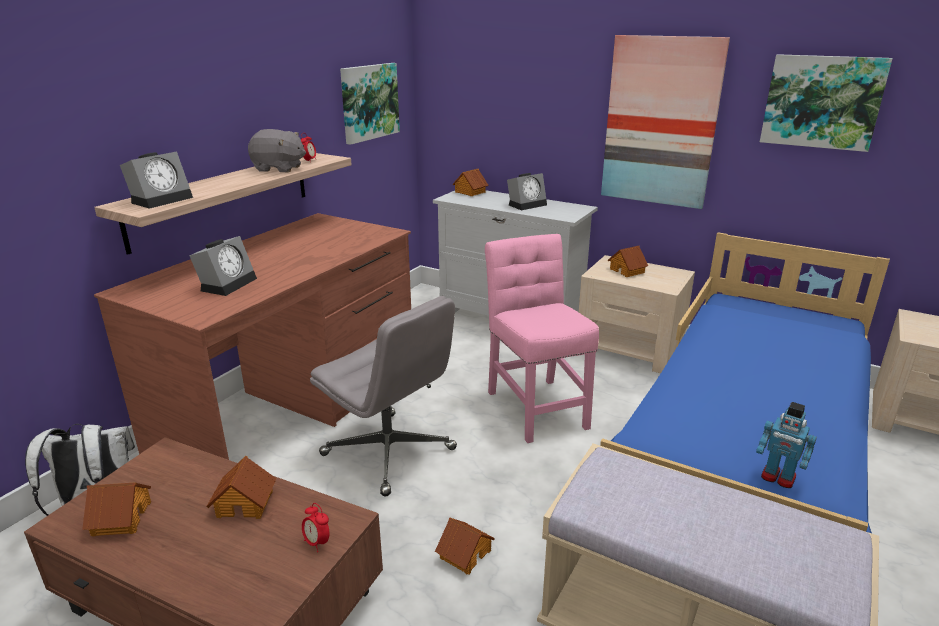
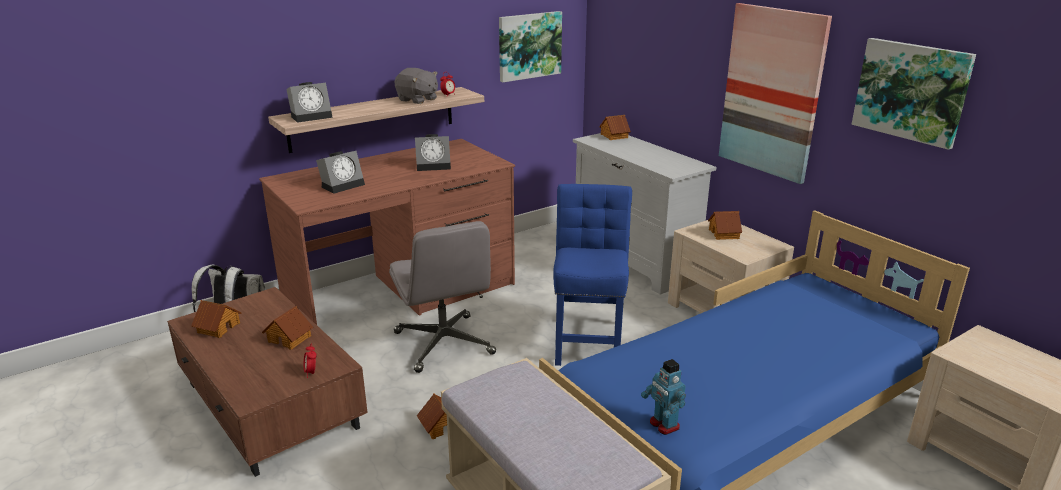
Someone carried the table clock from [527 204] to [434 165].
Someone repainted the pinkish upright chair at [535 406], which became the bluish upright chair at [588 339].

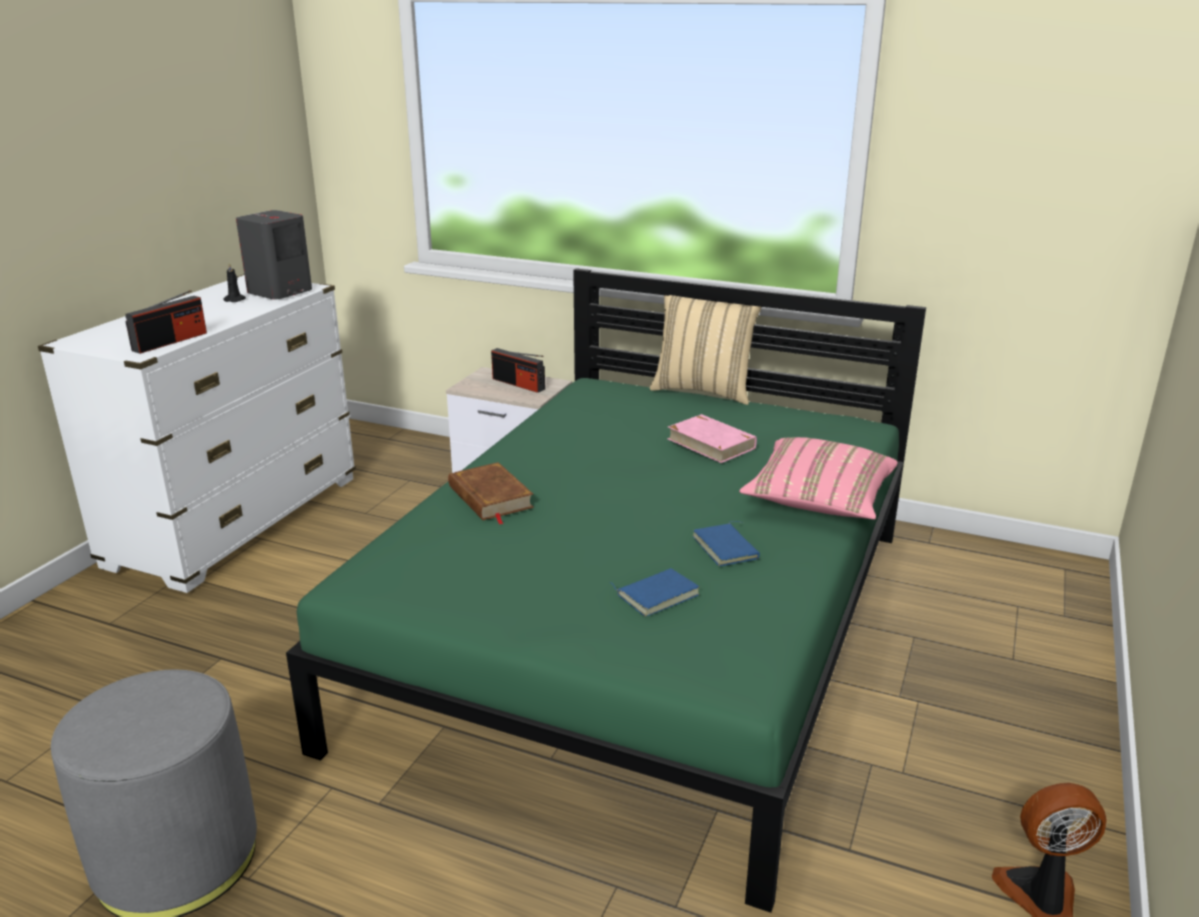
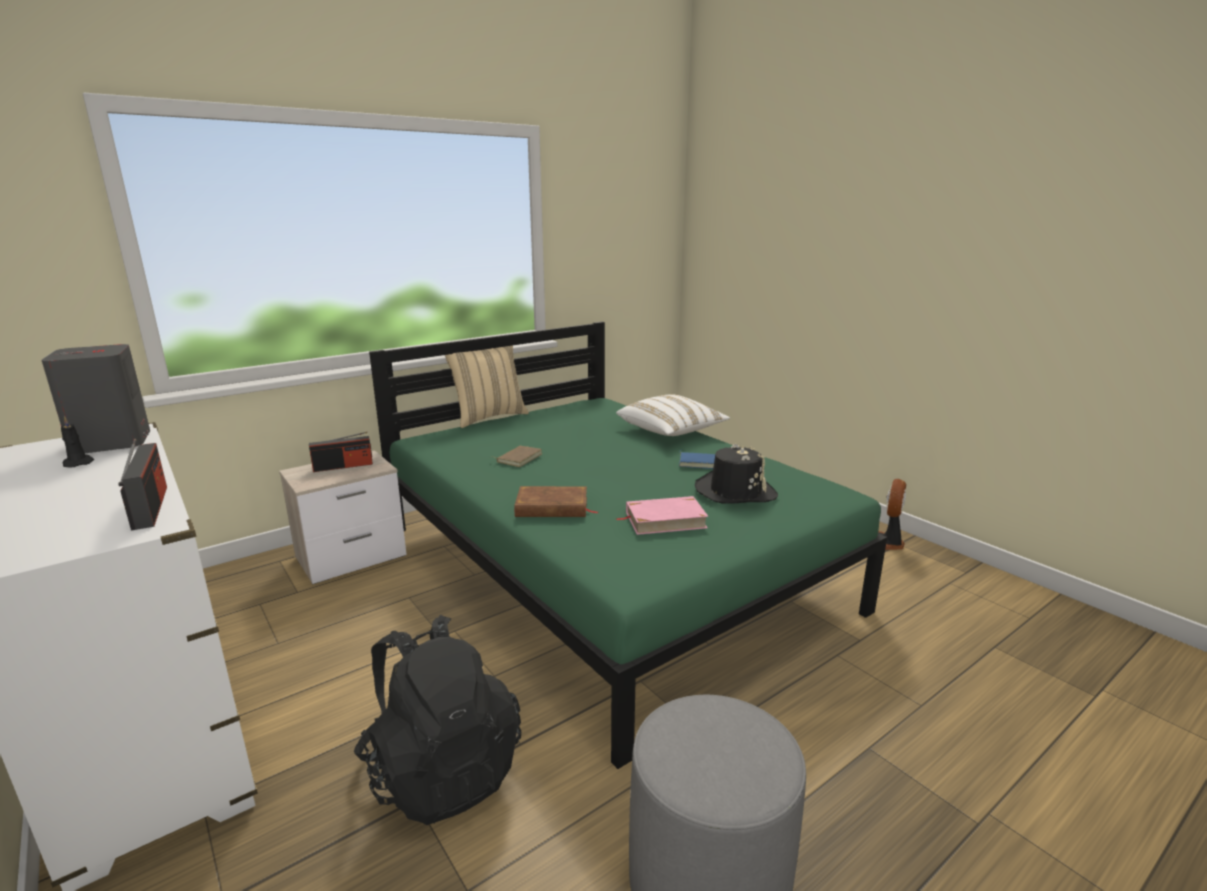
Someone carried the pinkish book from [711 443] to [665 520].
Someone repainted the pinkish pillow at [818 501], which became the whitish pillow at [671 431].
Someone swapped the bluish book at [656 594] for the black wearable hat at [735 491].
Someone put down the brownish book at [518 458].
Someone put down the black rucksack at [441 770].

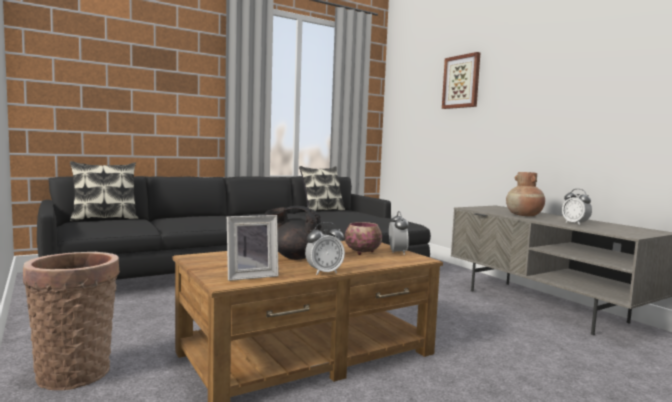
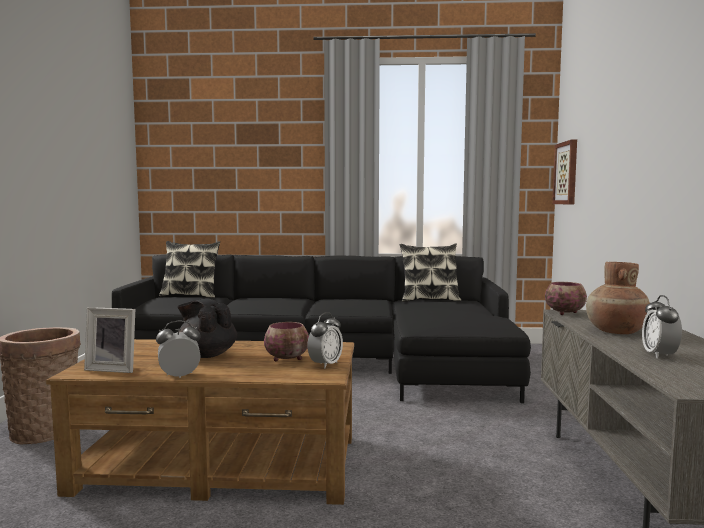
Someone carried the wall picture from [461 82] to [566 173].
Someone rotated the table clock at [324 272] by 150 degrees clockwise.
Someone put down the deep dish at [565 313].

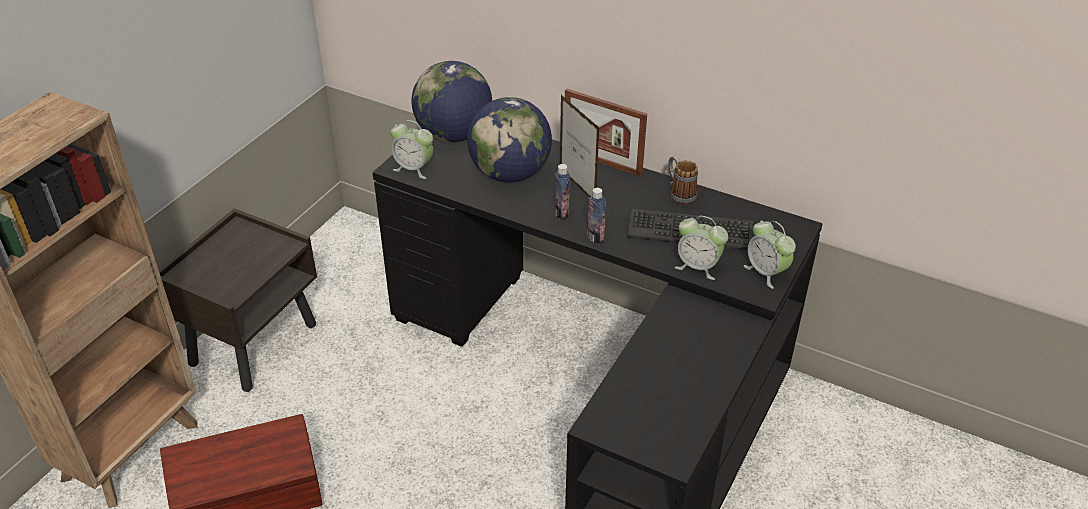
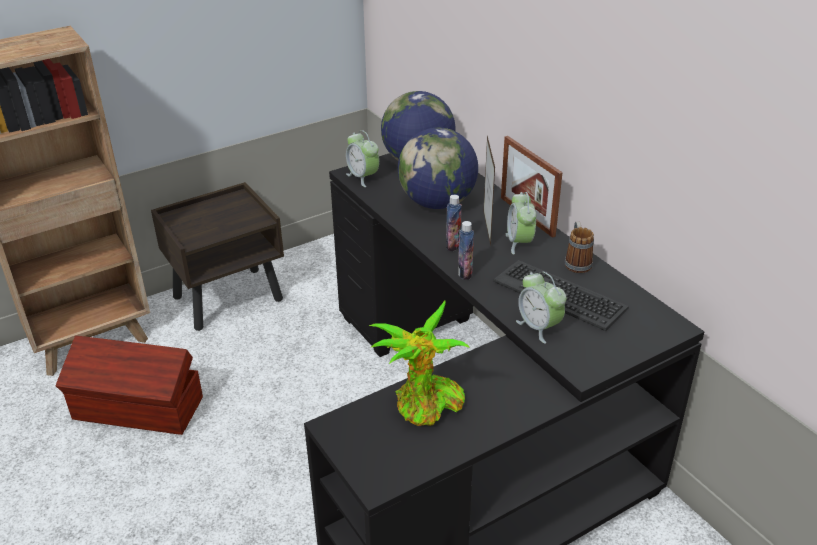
Someone carried the table clock from [766 272] to [519 243].
Someone put down the potted plant at [425 407].

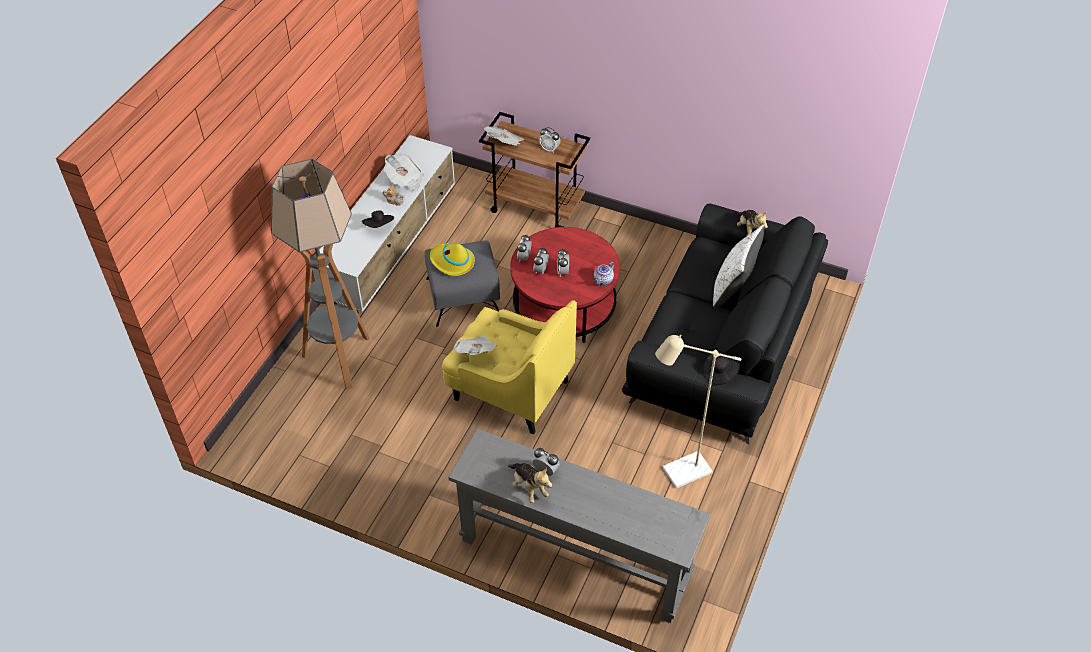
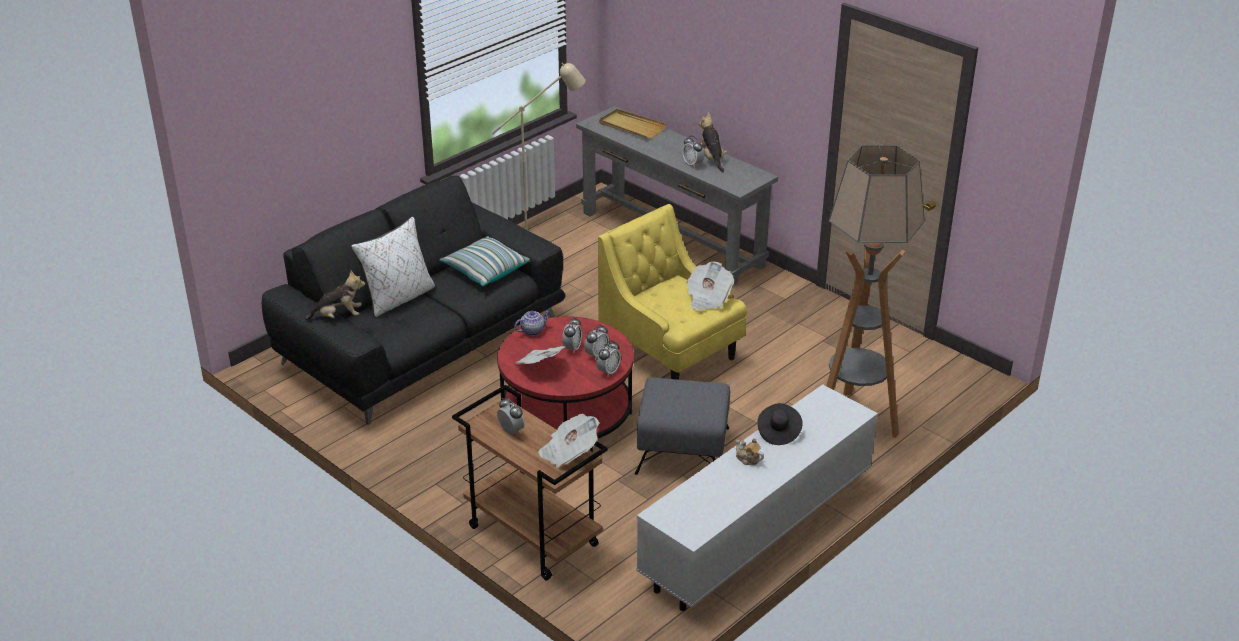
Someone carried the newspaper from [405 180] to [540 366].
Someone rotated the soft toy at [749 231] by 75 degrees clockwise.
Someone took away the yellow wearable hat at [452 262].
Someone took away the black wearable hat at [719 373].
Someone put down the sand-coloured tray at [631 126].
Someone put down the pillow at [485 271].

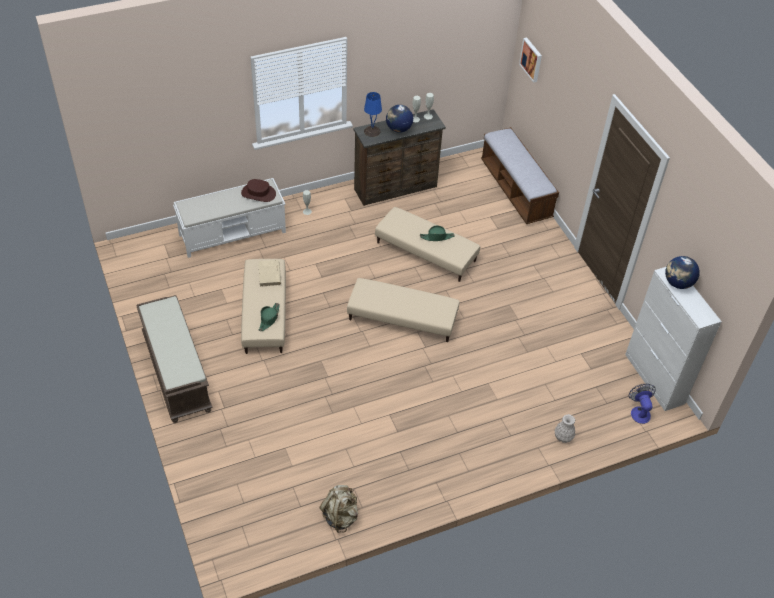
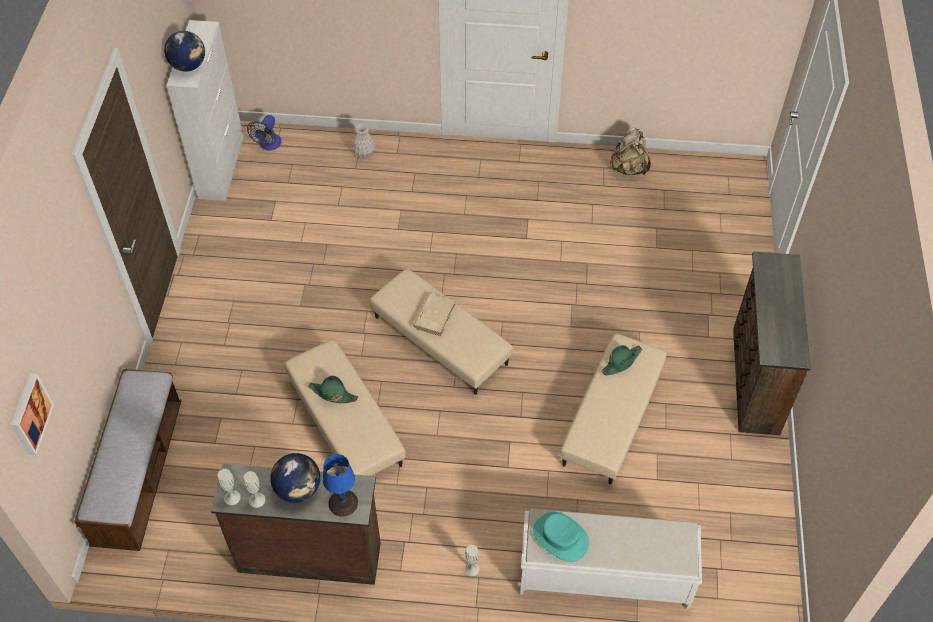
Someone repainted the brownish wearable hat at [258 193], which became the blue-green wearable hat at [560 537].
Someone carried the sand-coloured book from [269 274] to [434 315].
Someone swapped the brownish long seat at [176 372] for the brownish chest of drawers at [753 380].

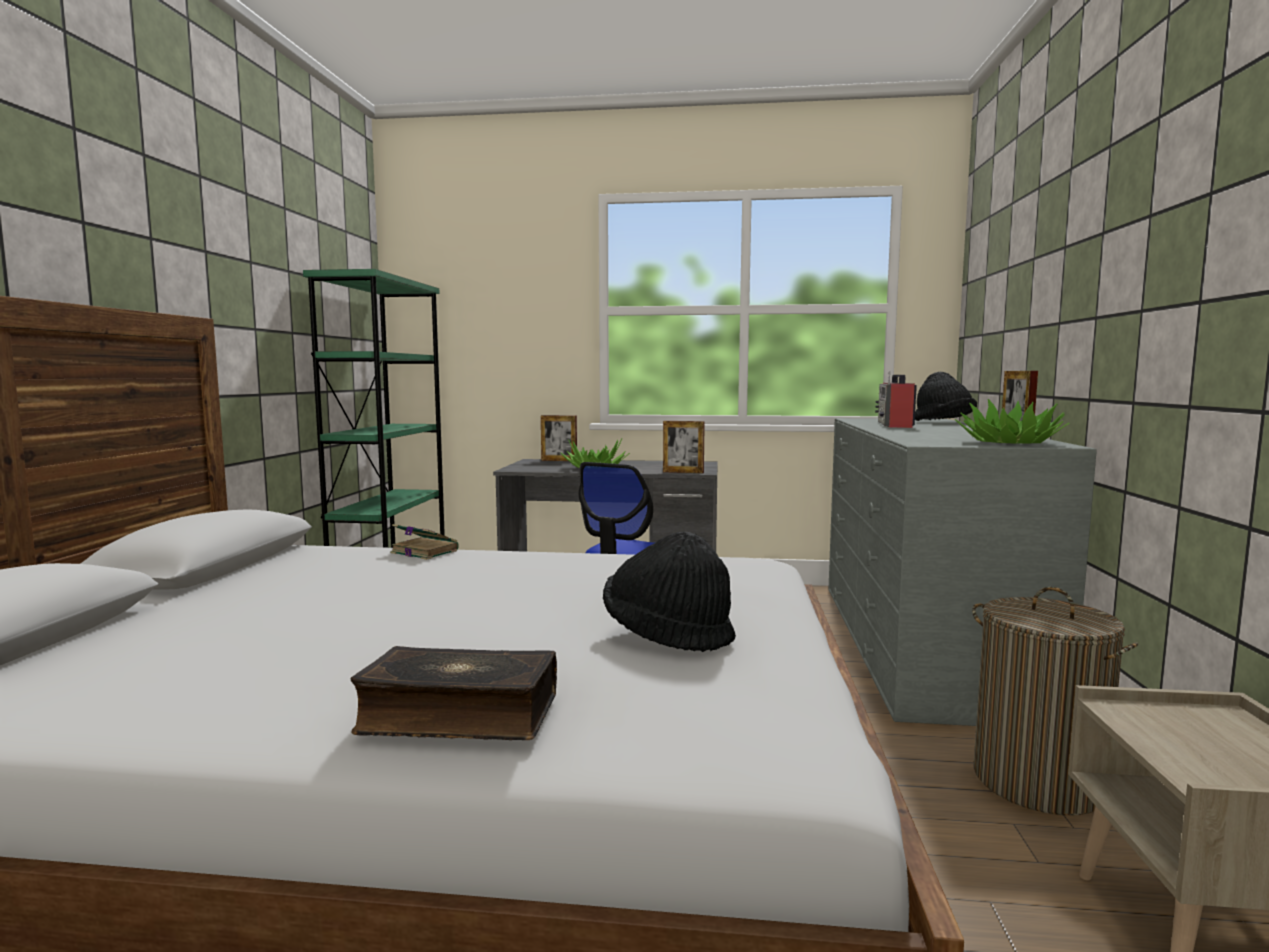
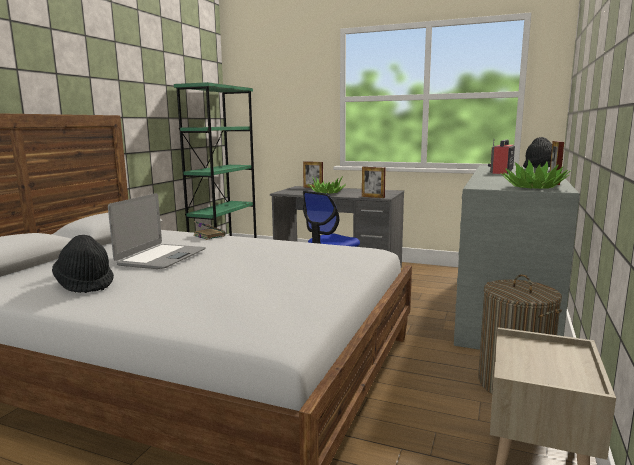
Someone carried the black wearable hat from [667 635] to [85 284].
Someone took away the book at [459 714].
Someone put down the laptop at [161 257].

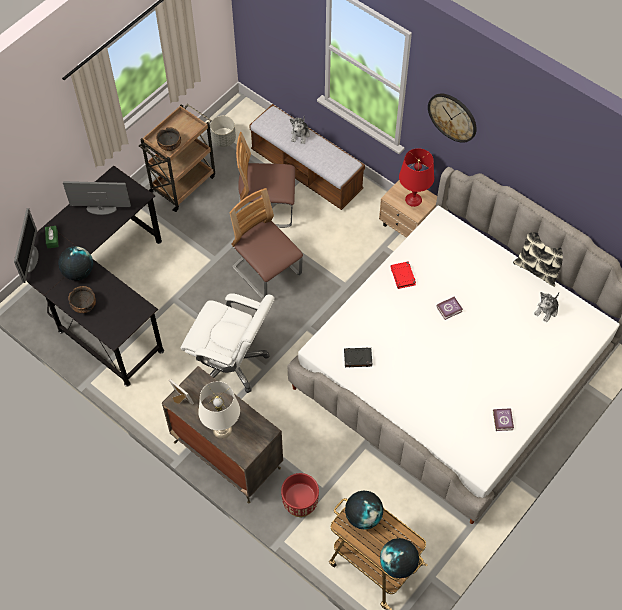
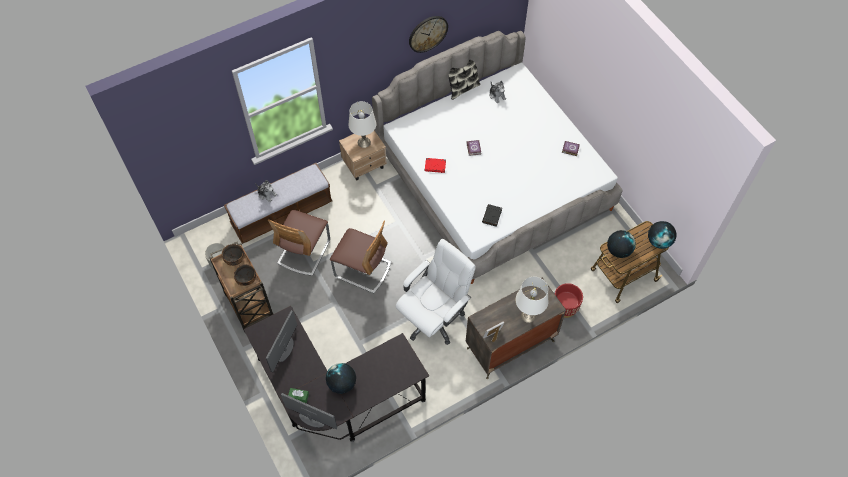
Someone carried the hanging clock from [452 117] to [428 33].
Someone repainted the red-coloured table lamp at [413 199], which became the whitish table lamp at [363 142].
Someone rotated the upright chair at [267 271] by 135 degrees counterclockwise.
Someone carried the deep dish from [84 306] to [235 260].

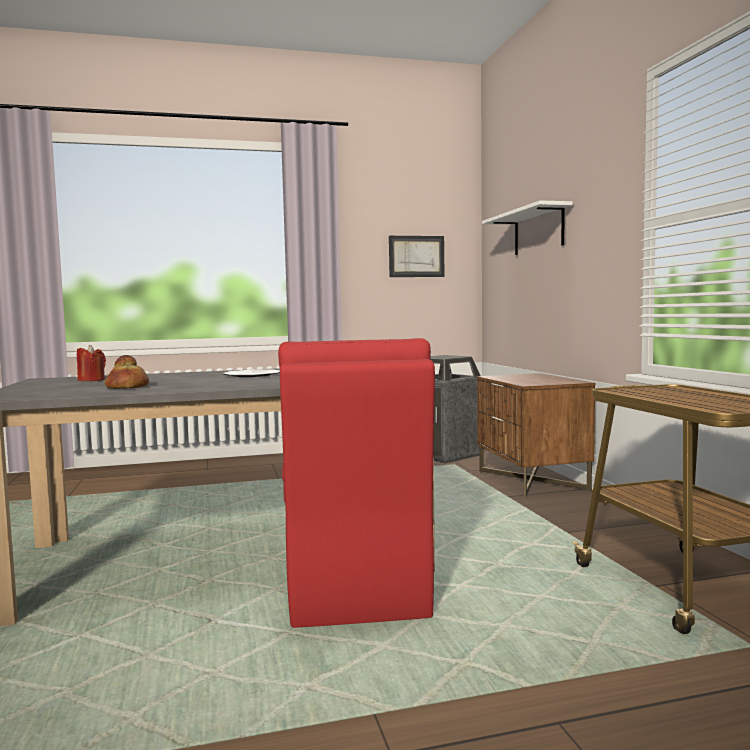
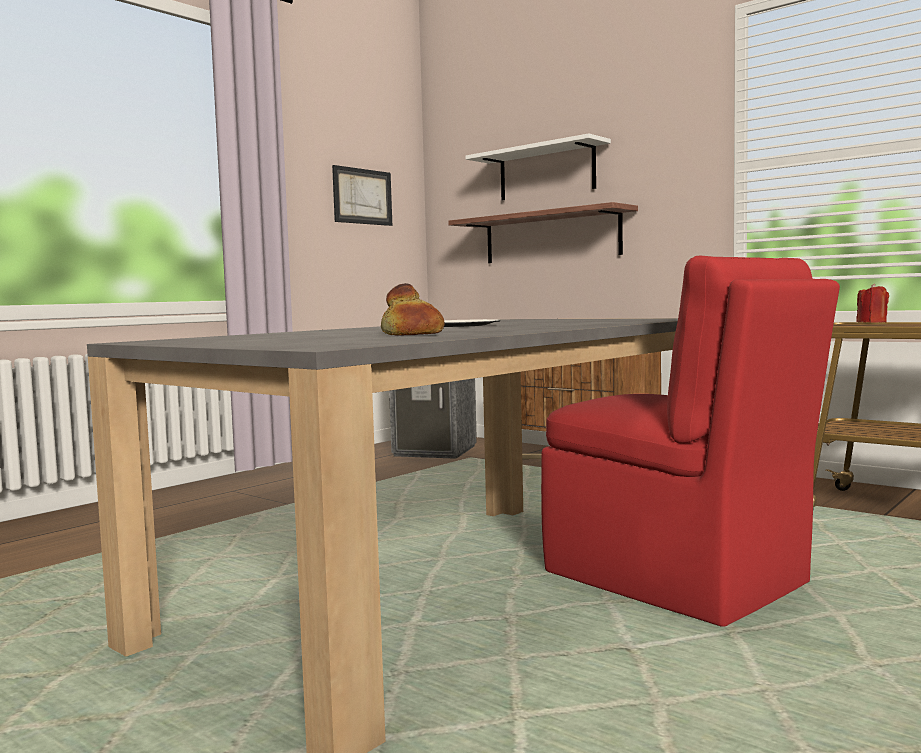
Someone carried the red-coloured wax candle from [91 380] to [872 322].
Someone put up the wall shelf at [551 237].

